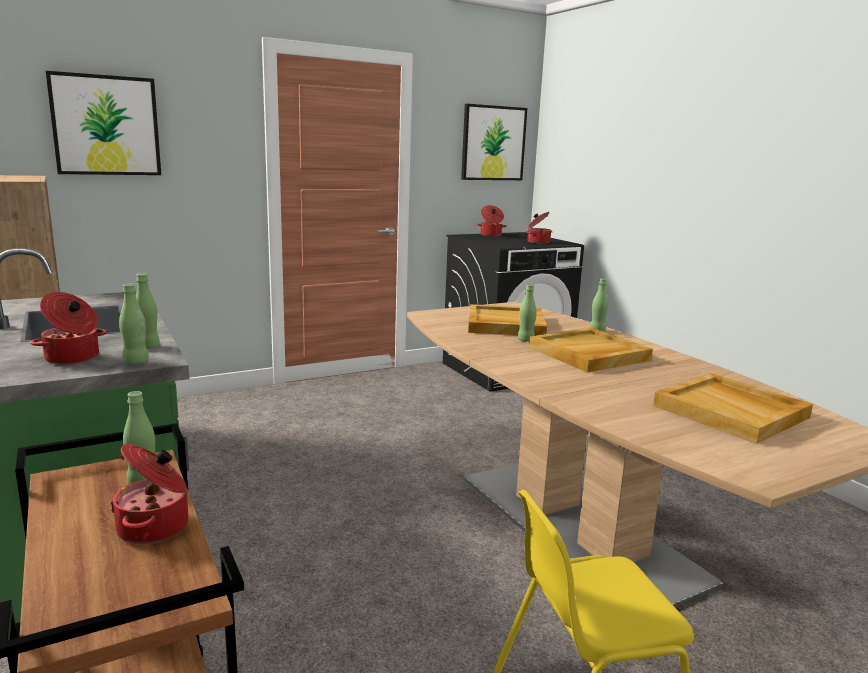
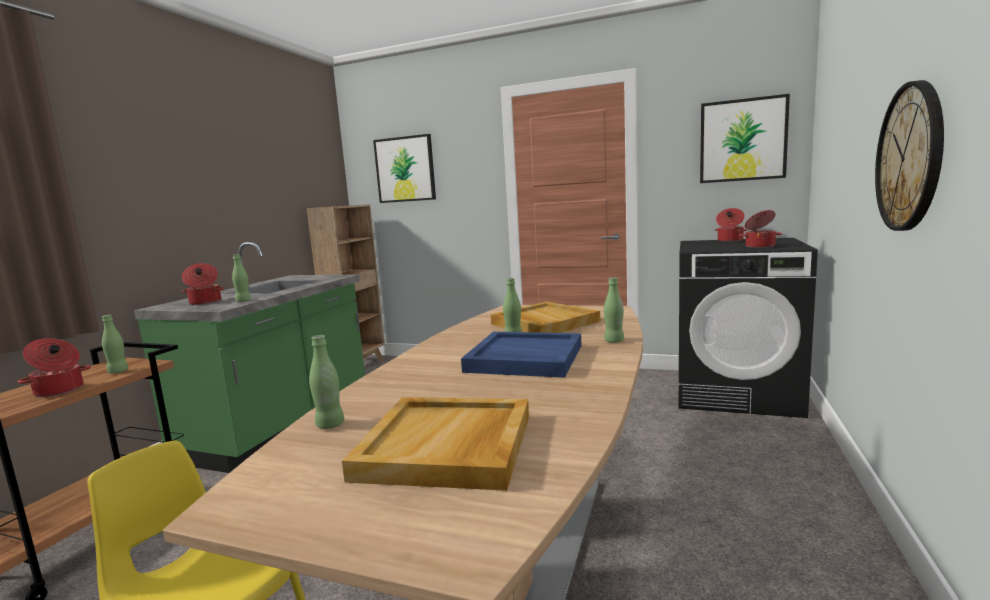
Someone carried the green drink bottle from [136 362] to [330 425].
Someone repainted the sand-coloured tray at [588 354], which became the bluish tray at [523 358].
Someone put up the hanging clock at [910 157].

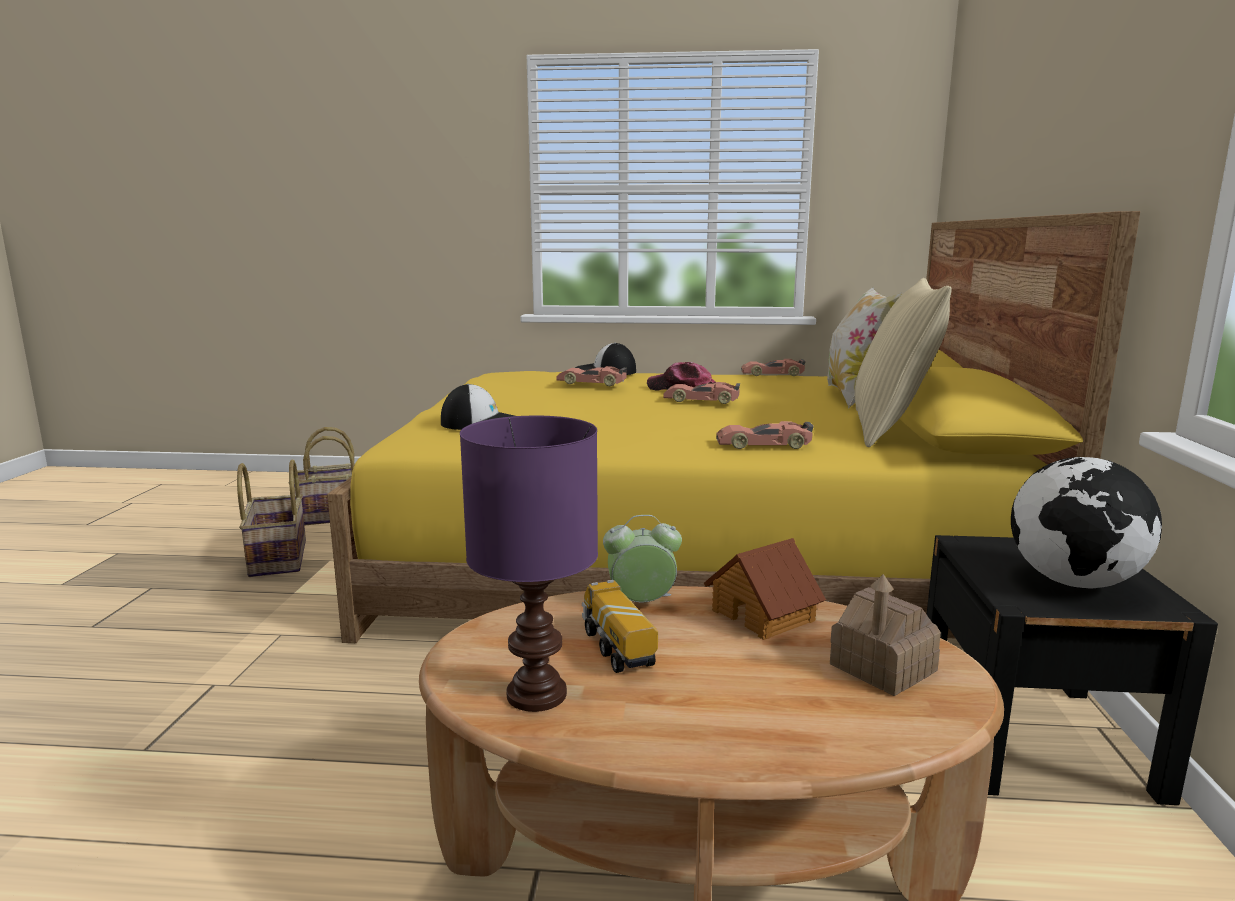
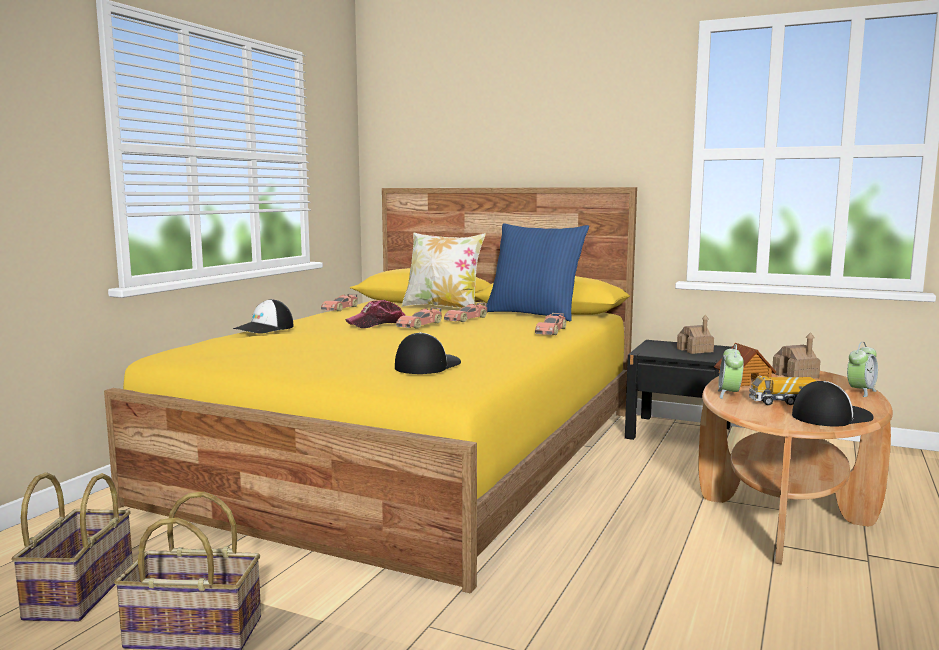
Someone repainted the sand-coloured pillow at [891 429], which became the bluish pillow at [534 314].
Someone carried the toy car from [592 383] to [466 319].
Someone swapped the purple-coloured table lamp at [537 693] for the cap at [830 416].
Someone swapped the world globe at [1074 583] for the miniature house at [695 350].
Someone put down the table clock at [860 392].

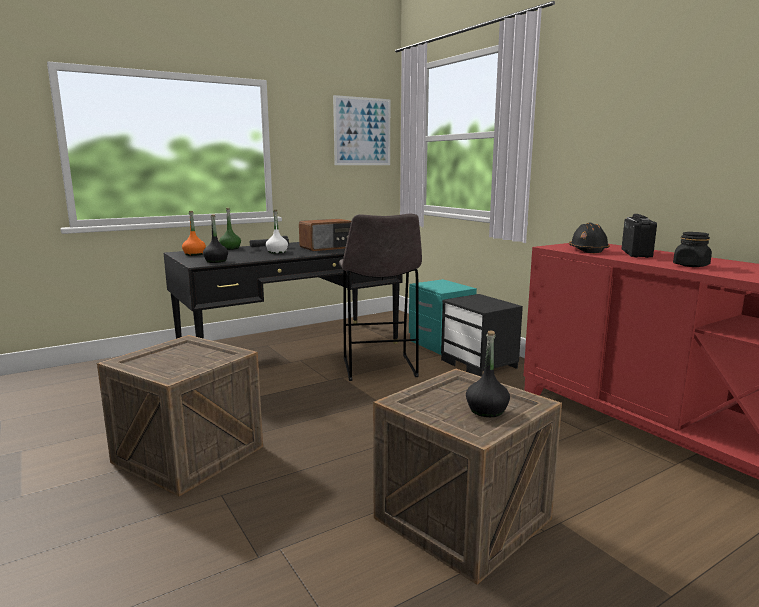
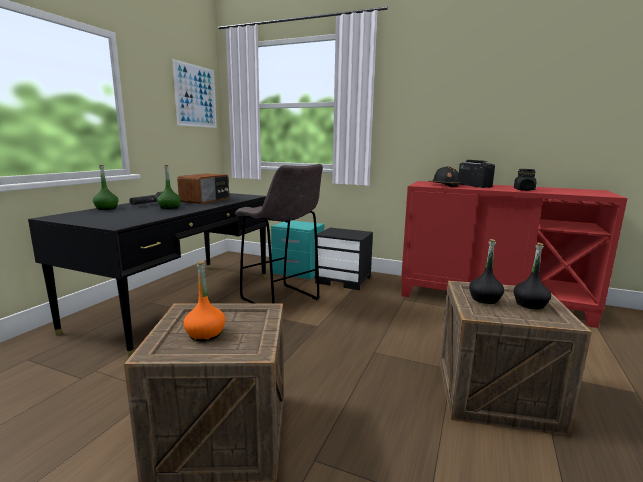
Someone repainted the whitish drink bottle at [277 252], which became the green drink bottle at [169 207].
Someone carried the orangey drink bottle from [194 254] to [205 334].
Someone carried the black drink bottle from [216 261] to [485 299].

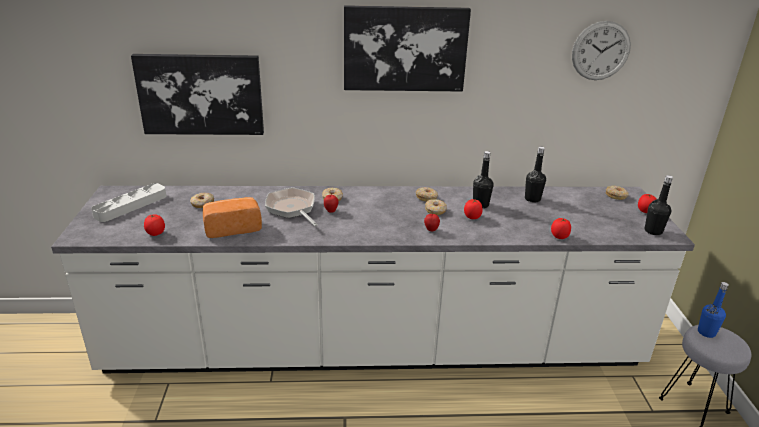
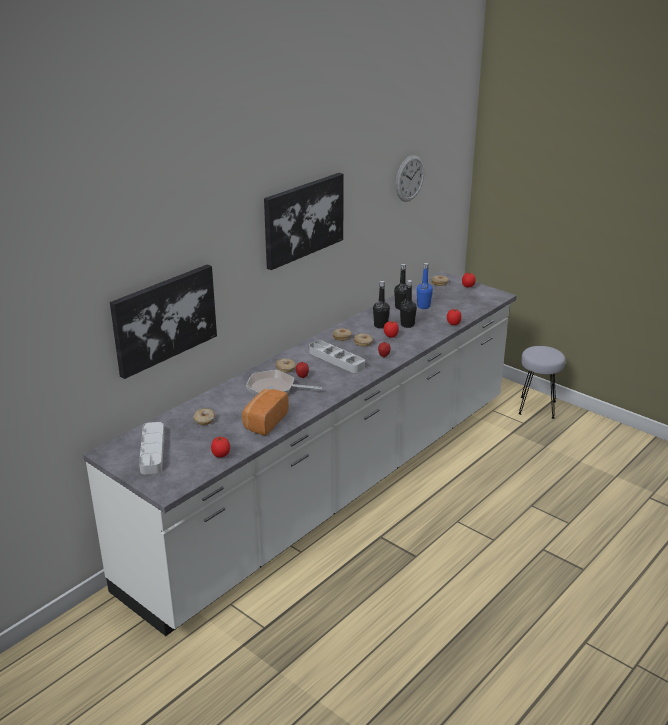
Someone carried the black drink bottle from [653 231] to [407 325].
Someone carried the bluish drink bottle from [706 332] to [423 306].
Someone put down the gray tray at [336 360].

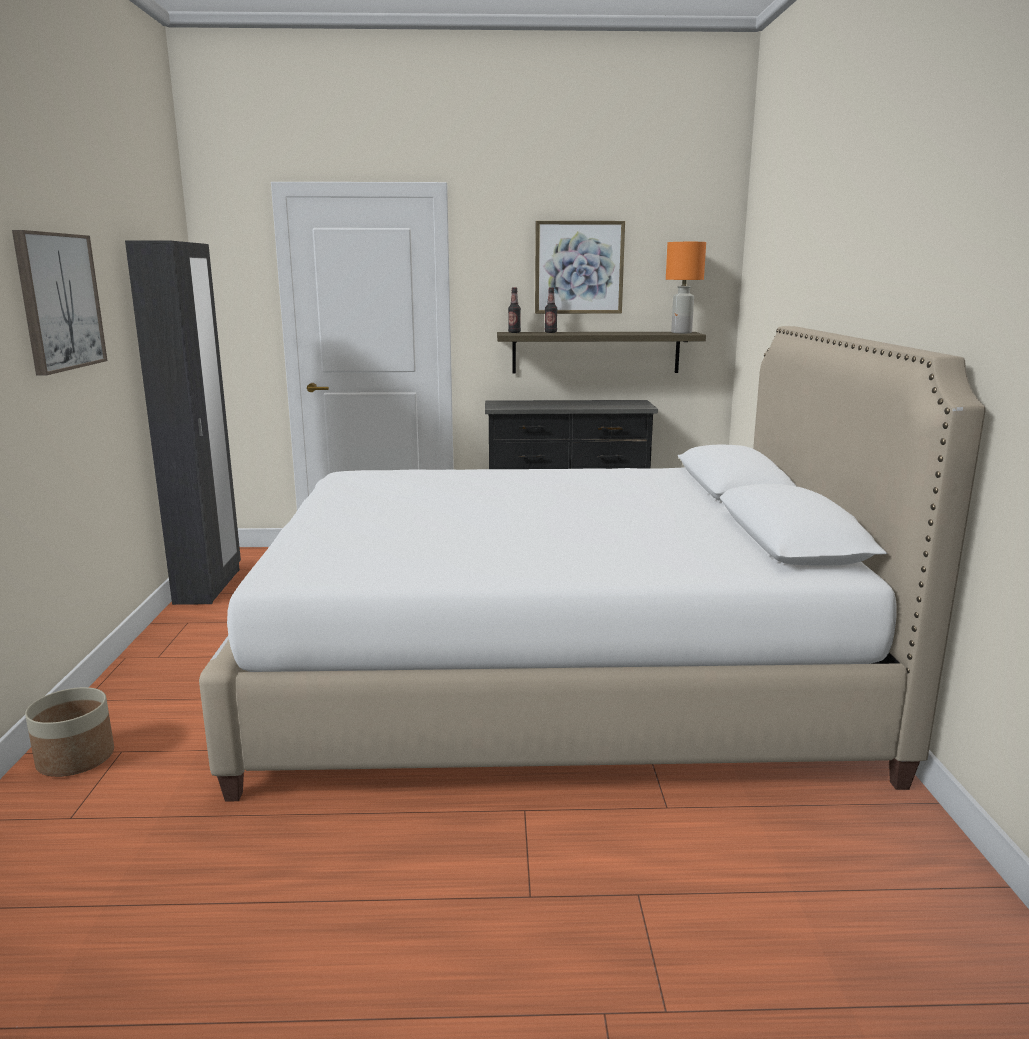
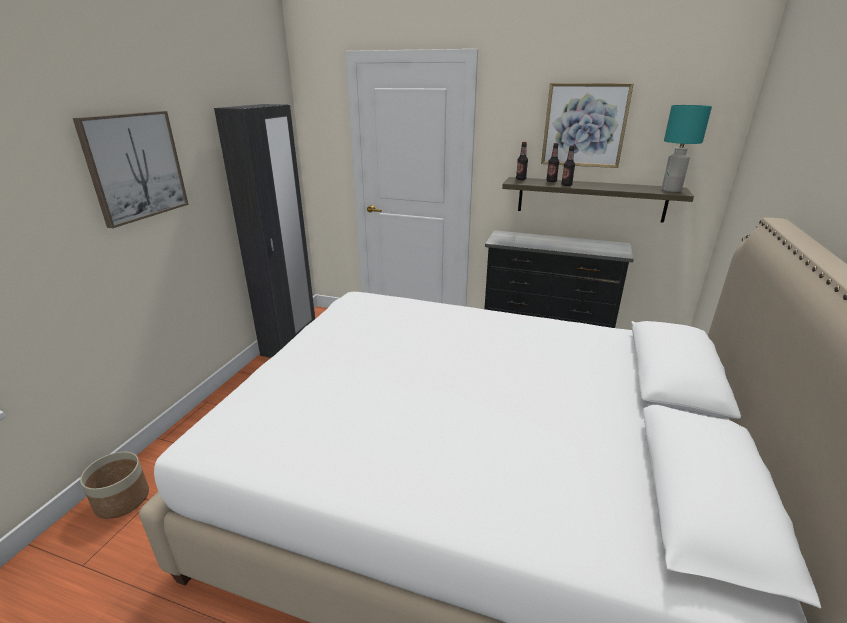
Someone repainted the orangey table lamp at [681 332], which became the blue-green table lamp at [671 190].
Someone put down the drink bottle at [566 185].

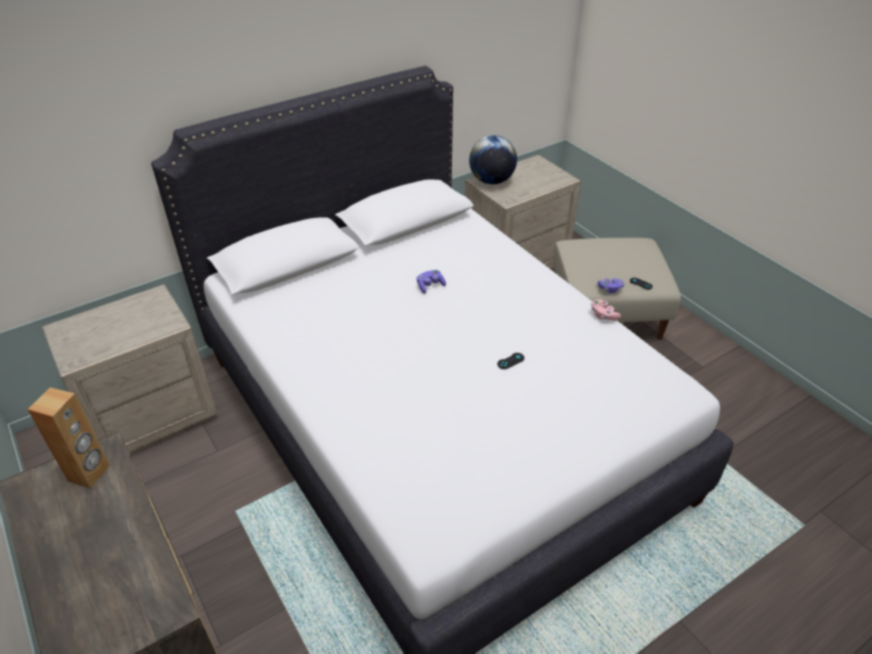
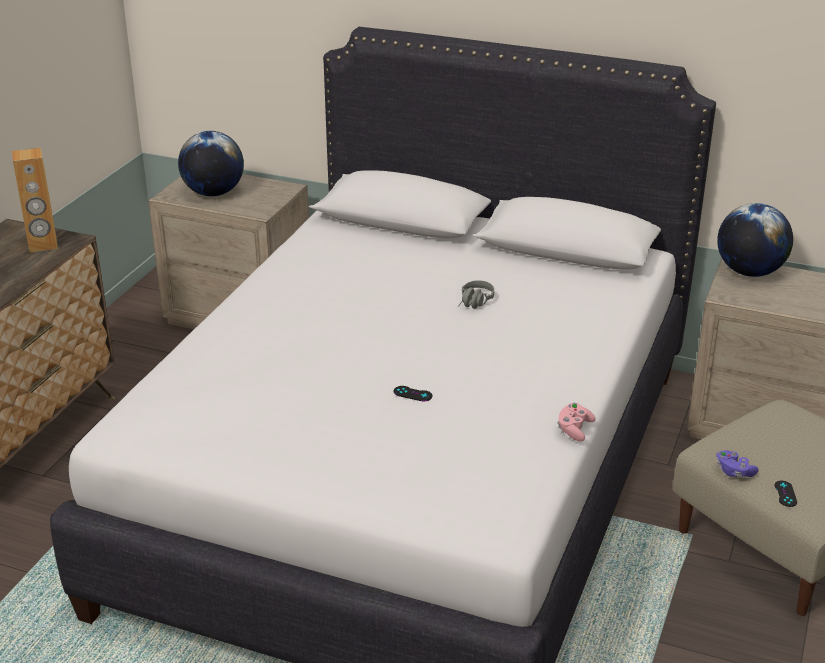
Someone swapped the purple-coloured game controller at [430 286] for the gray pair of headphones at [474 303].
Someone put down the world globe at [213 193].

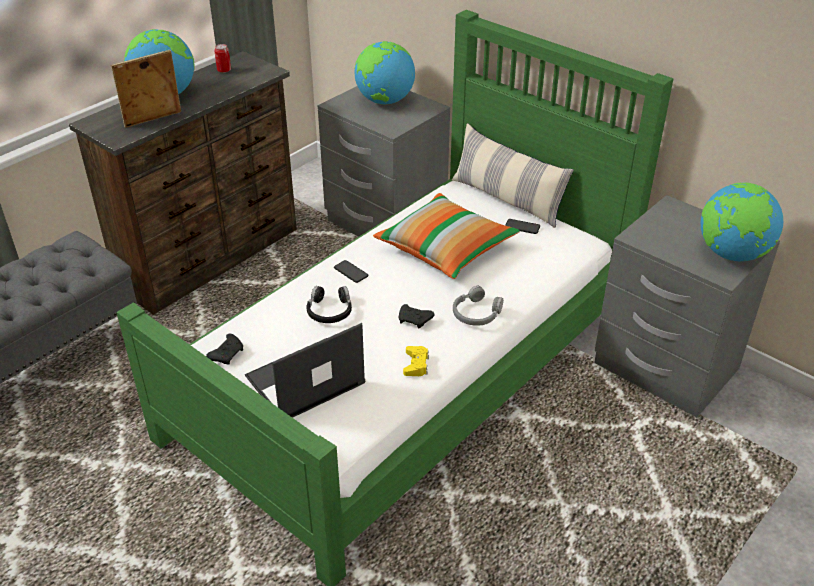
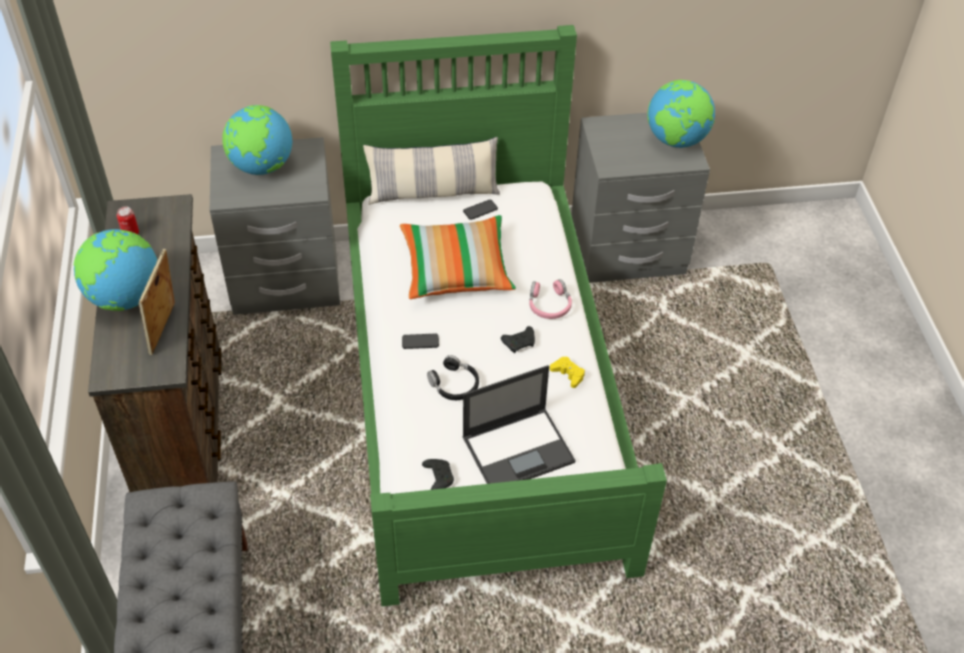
Someone repainted the gray pair of headphones at [476 313], which became the pinkish pair of headphones at [549 304].
Someone rotated the laptop at [304 381] by 120 degrees counterclockwise.

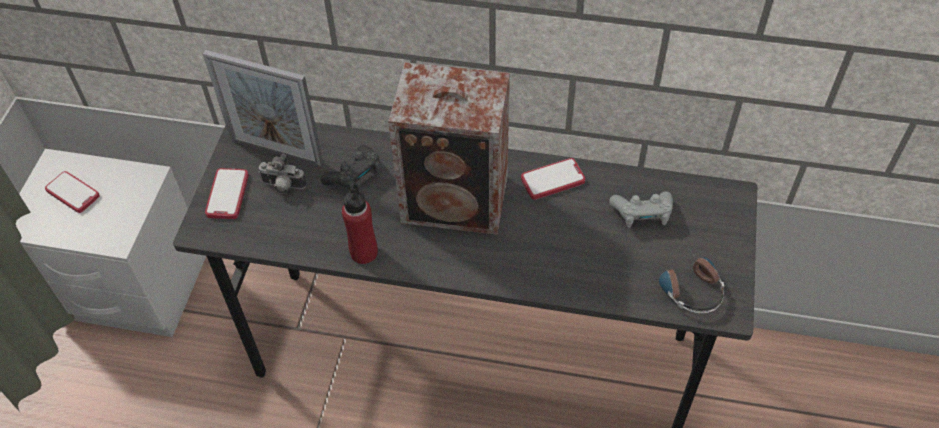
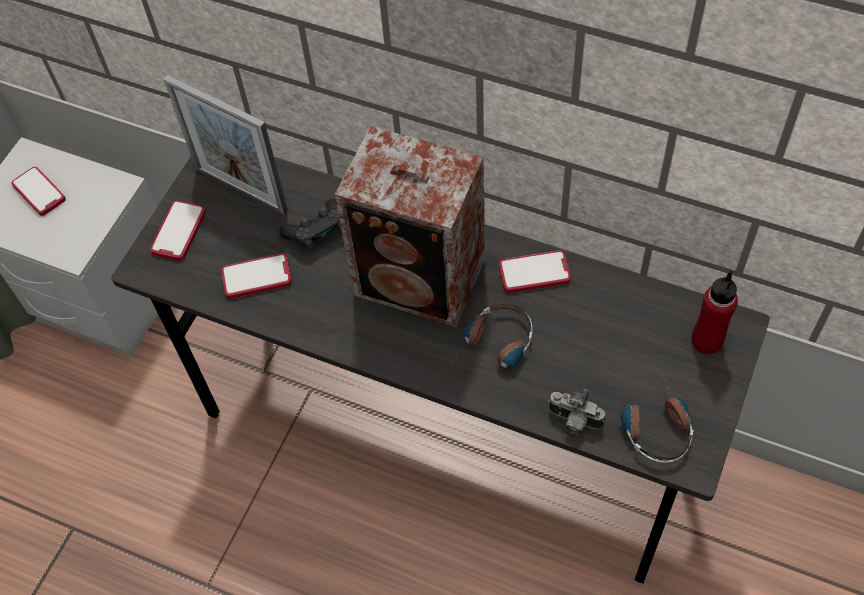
Someone carried the still camera from [283 187] to [573 422].
Someone carried the red-coloured drink bottle from [363 252] to [706 341].
Someone took away the gray game controller at [642 214].
Someone put down the handset at [257 277].
Someone put down the pair of headphones at [494 348].

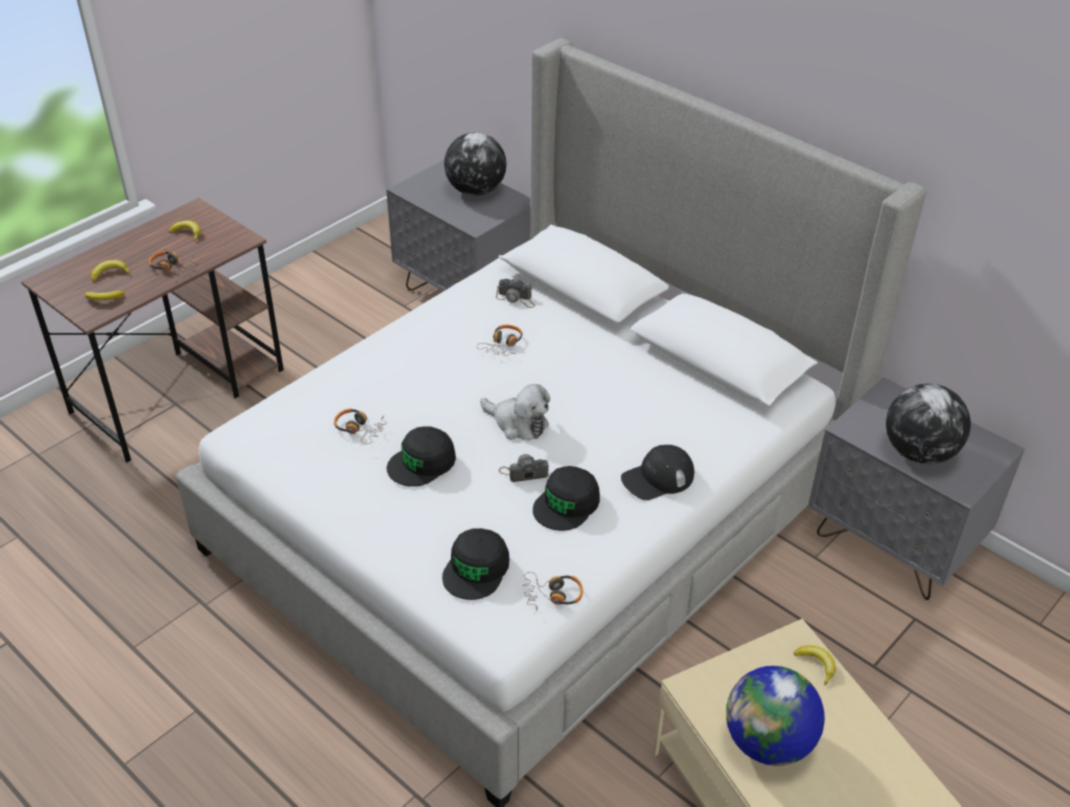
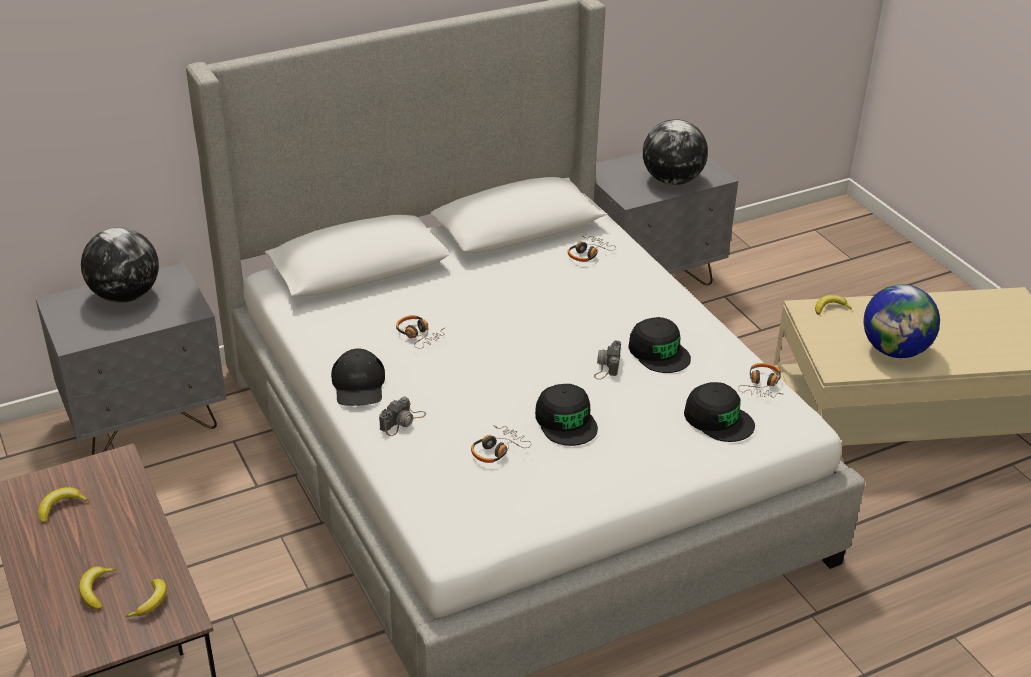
Someone carried the pair of headphones from [172 267] to [588 254].
Someone carried the still camera from [516 299] to [402 421].
Someone took away the soft toy at [518 423].
Someone carried the black cap from [657 478] to [358 385].

